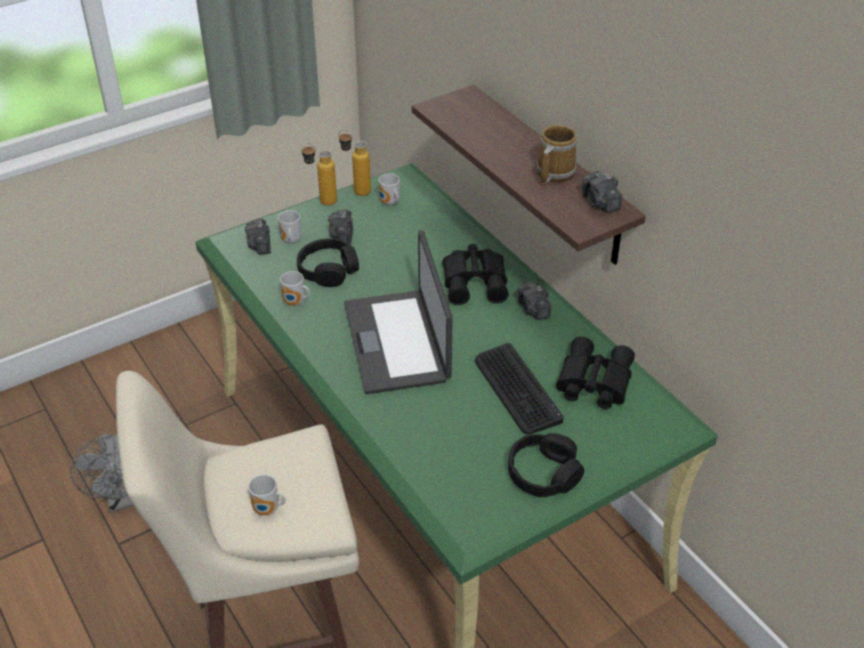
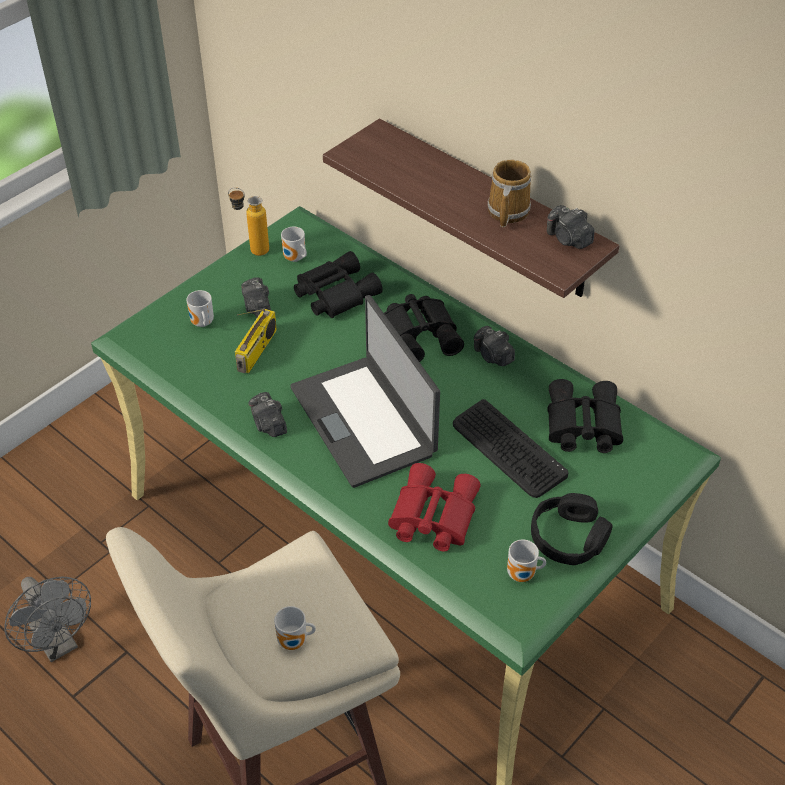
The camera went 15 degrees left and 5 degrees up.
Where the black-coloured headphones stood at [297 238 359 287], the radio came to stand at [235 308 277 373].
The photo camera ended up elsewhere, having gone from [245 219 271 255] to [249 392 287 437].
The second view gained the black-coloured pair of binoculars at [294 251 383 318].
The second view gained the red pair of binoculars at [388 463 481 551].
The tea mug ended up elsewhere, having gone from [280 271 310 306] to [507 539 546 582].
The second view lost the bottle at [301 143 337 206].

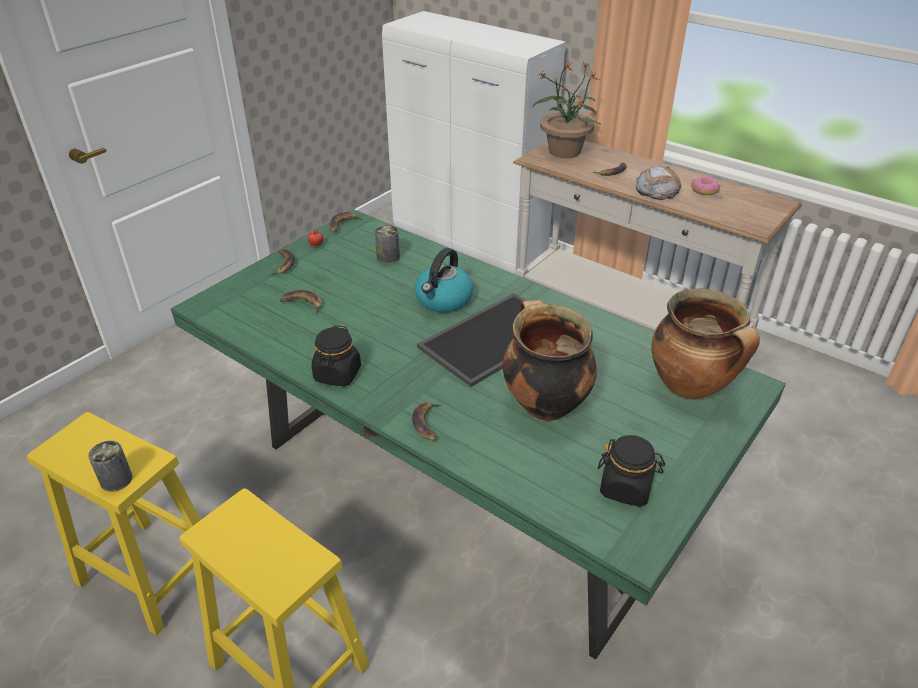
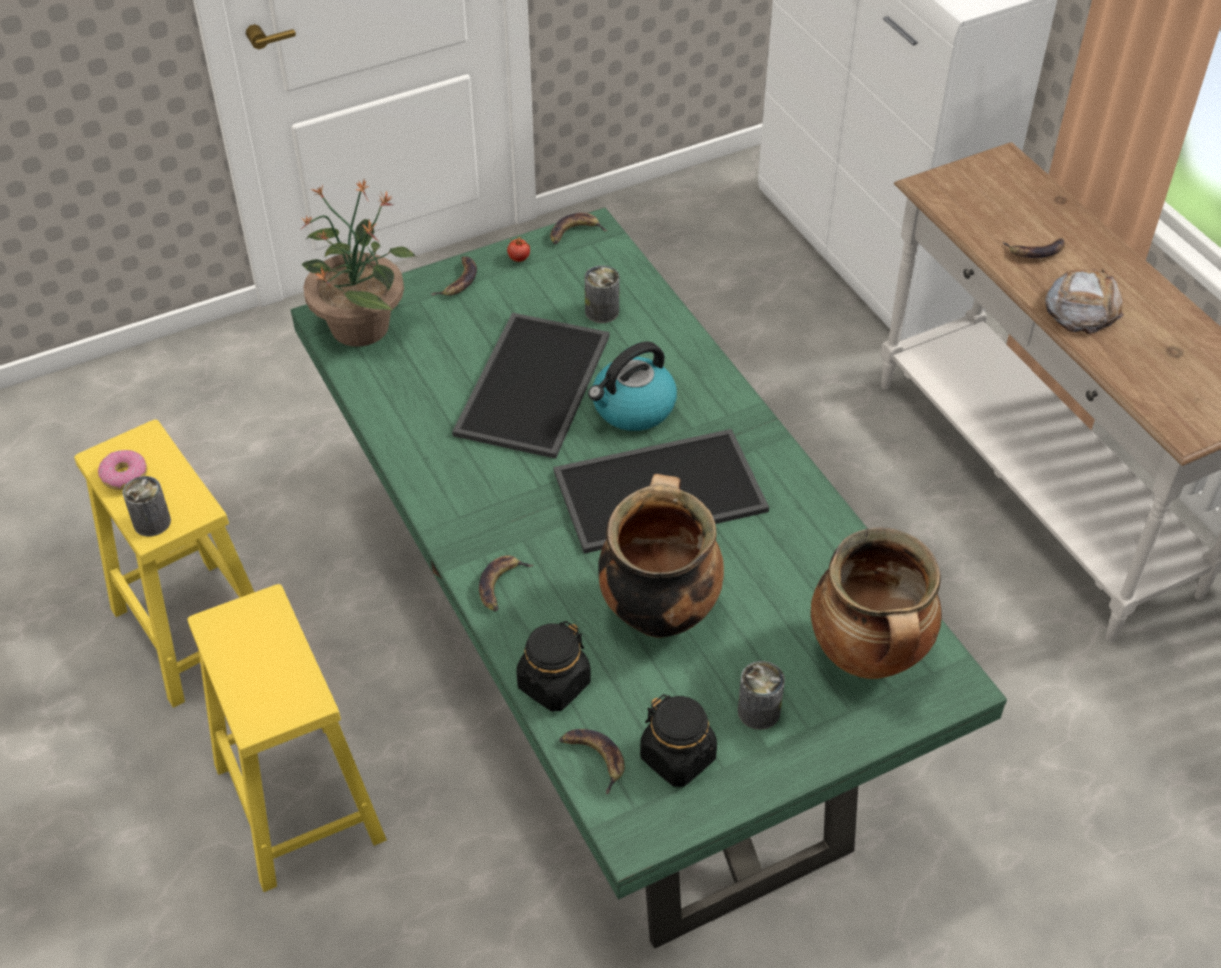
The camera went 25 degrees right and 10 degrees up.
The ring doughnut ended up elsewhere, having gone from [691 177 720 195] to [98 450 147 490].
The plant in a pot ended up elsewhere, having gone from [532 61 601 158] to [300 180 416 347].
The second view gained the carrying tray at [452 313 610 459].
The black-coloured preserve jar ended up elsewhere, having gone from [312 325 361 386] to [516 621 591 712].
The banana fruit ended up elsewhere, having gone from [280 290 322 315] to [559 729 625 794].
The second view gained the can at [738 661 785 730].

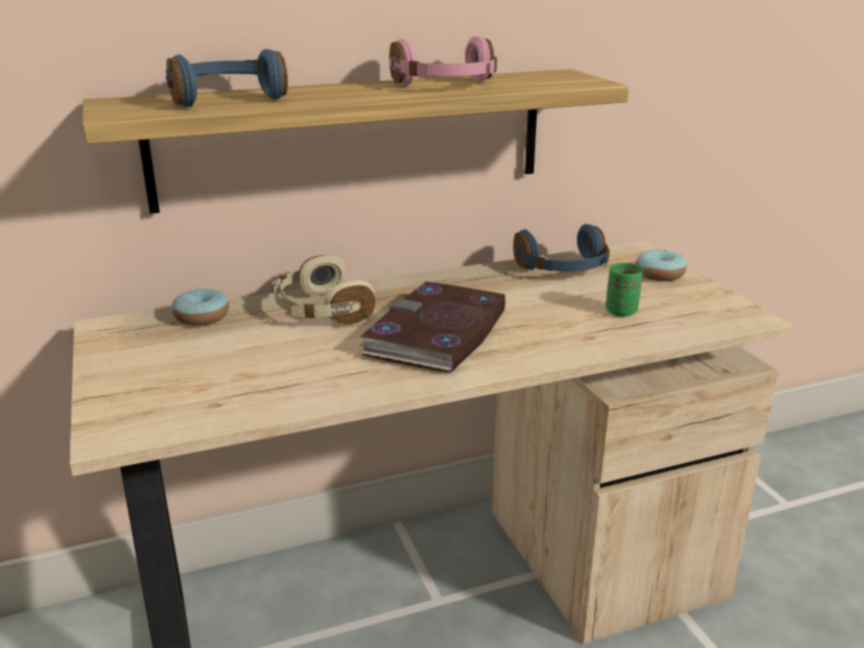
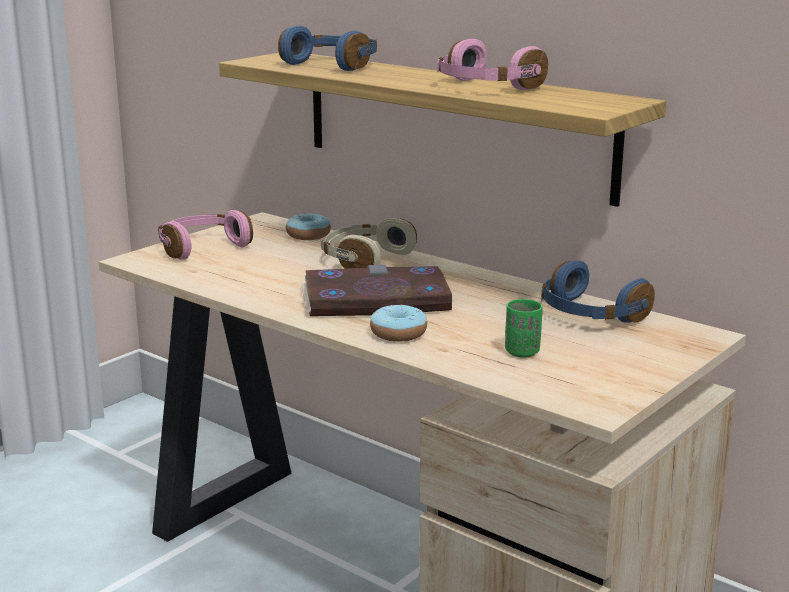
The camera went 60 degrees right and 5 degrees down.
The second view gained the pink-coloured headphones at [158 210 253 260].
The ring doughnut ended up elsewhere, having gone from [636 250 686 281] to [370 305 427 342].

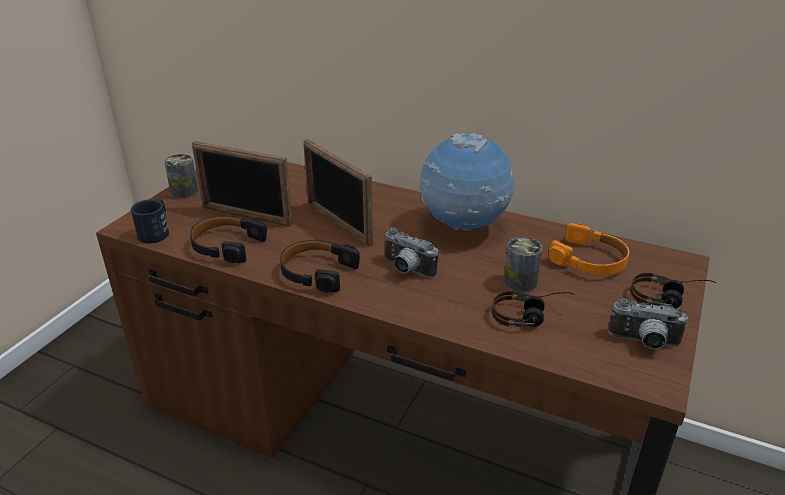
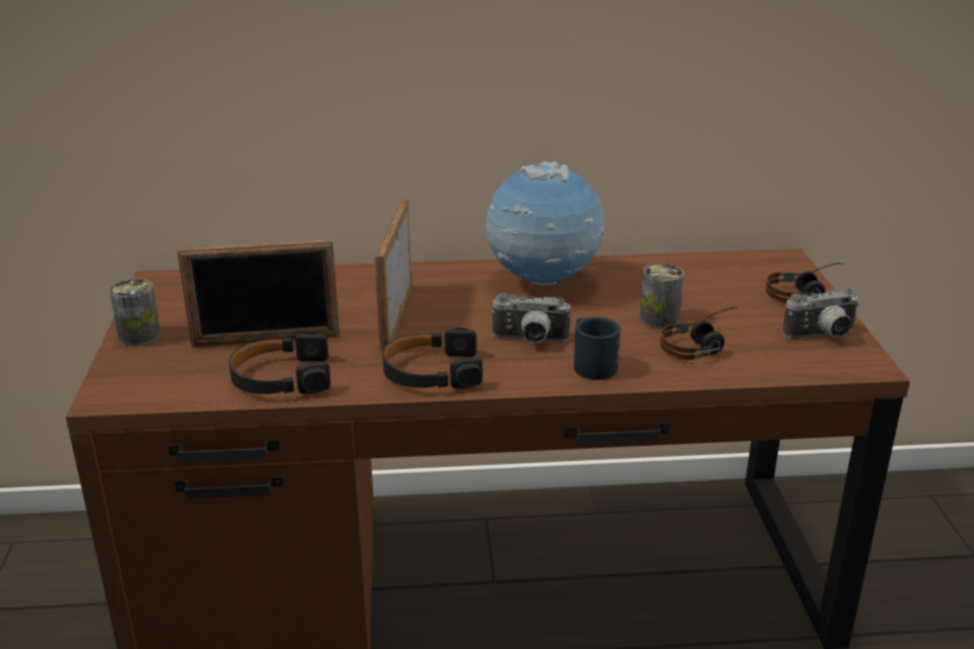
The camera went 30 degrees left and 5 degrees down.
The standing frame at [303 139 373 247] ended up facing another way, 75 degrees clockwise from before.
The black-coloured tea mug ended up elsewhere, having gone from [131 199 169 243] to [574 317 621 380].
The second view lost the orangey headphones at [549 223 629 275].

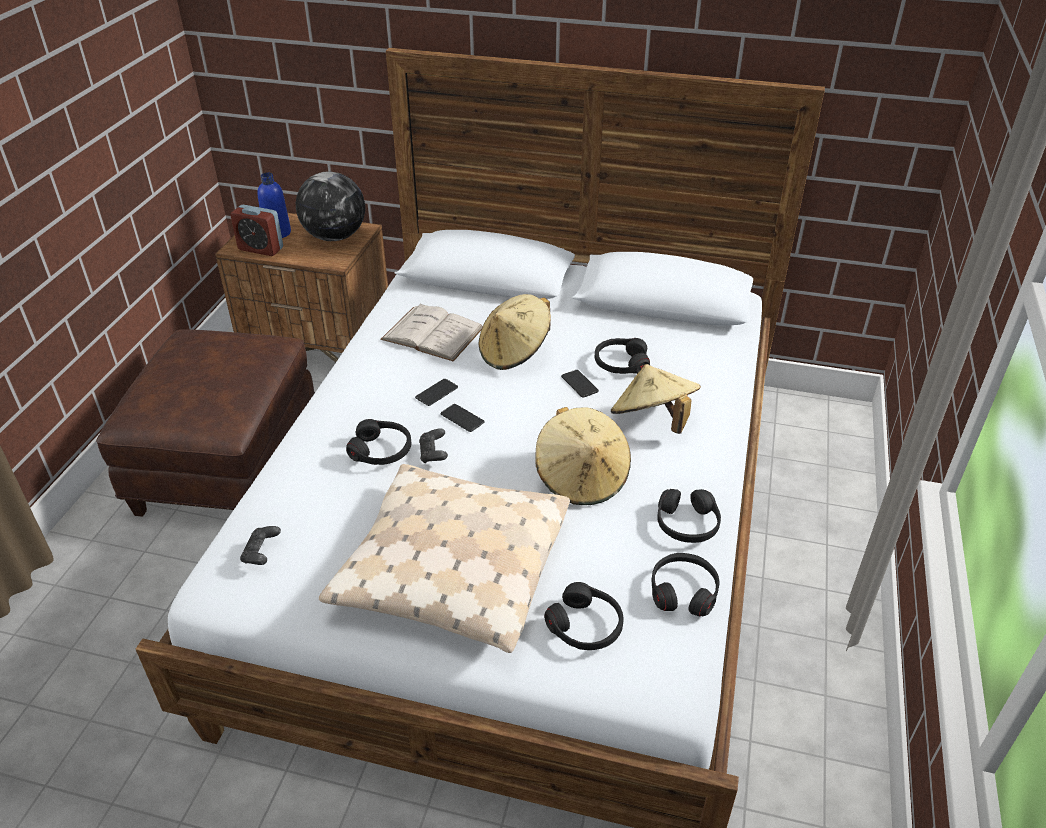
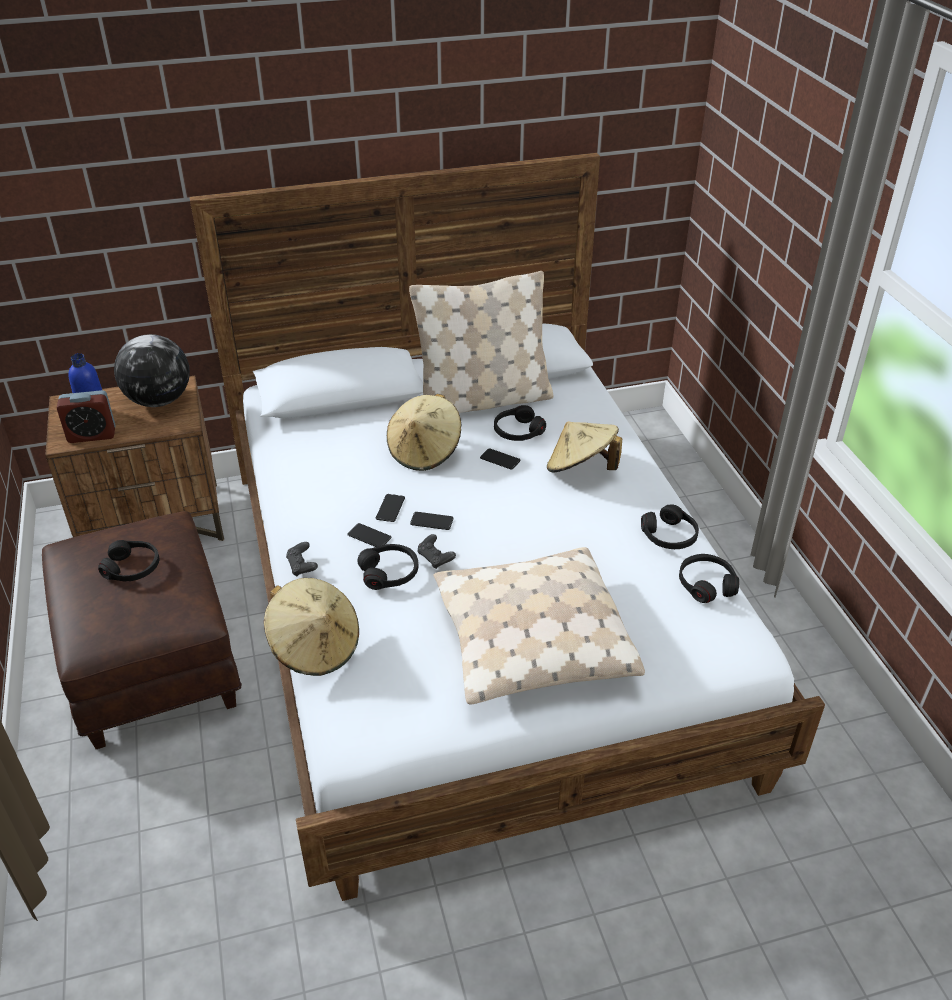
The camera went 30 degrees left and 0 degrees up.
The black-coloured headphones ended up elsewhere, having gone from [544 582 624 650] to [98 540 160 581].
The sand-coloured hat ended up elsewhere, having gone from [535 407 631 505] to [264 578 359 676].
The black-coloured joypad ended up elsewhere, having gone from [240 526 281 565] to [286 542 318 576].
The second view gained the handset at [347 523 391 547].
The second view gained the sand-coloured pillow at [409 271 553 413].
The second view lost the whitish book at [380 304 483 362].

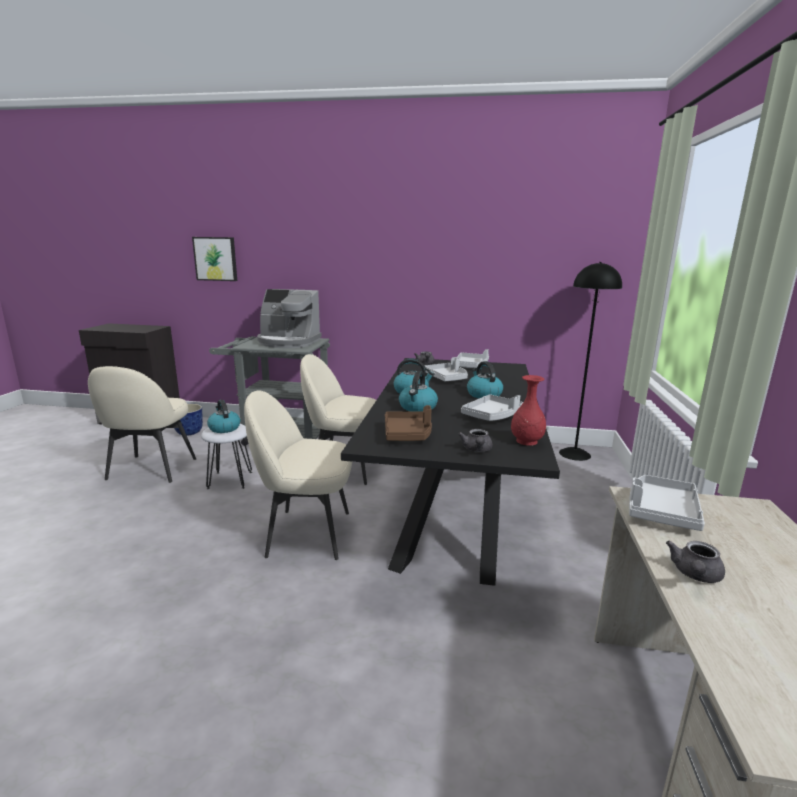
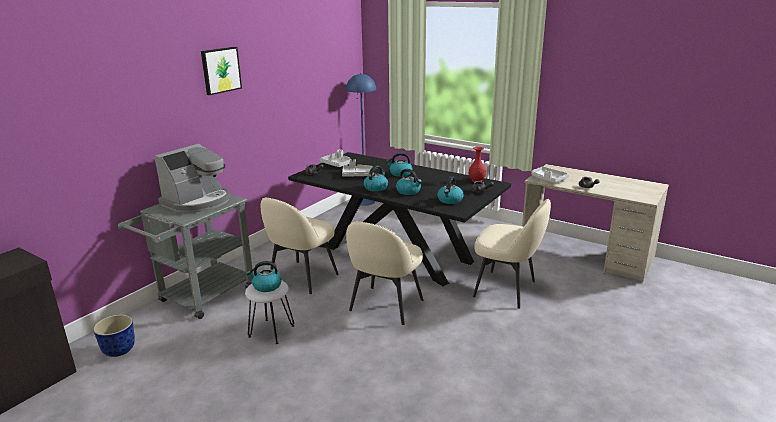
The camera went 65 degrees left and 5 degrees up.
The wall picture ended up elsewhere, having gone from [192 237 237 281] to [201 47 242 95].
What was the black-coloured standing lamp at [559 262 622 461] turned into the bluish standing lamp at [346 73 376 206].
Where the brown carrying tray stood at [385 405 432 441], the kettle came to stand at [437 176 464 204].
The sand-coloured chair ended up elsewhere, having gone from [88 366 196 483] to [473 199 551 309].
The second view lost the greyish carrying tray at [461 394 523 421].

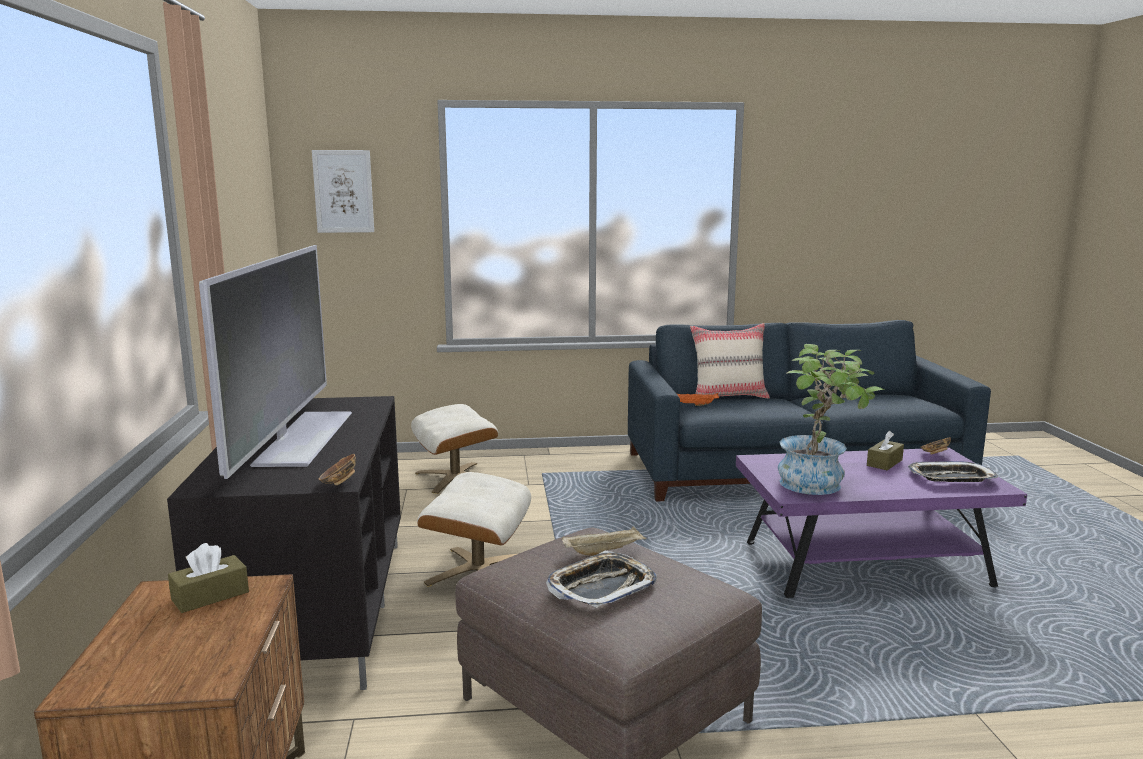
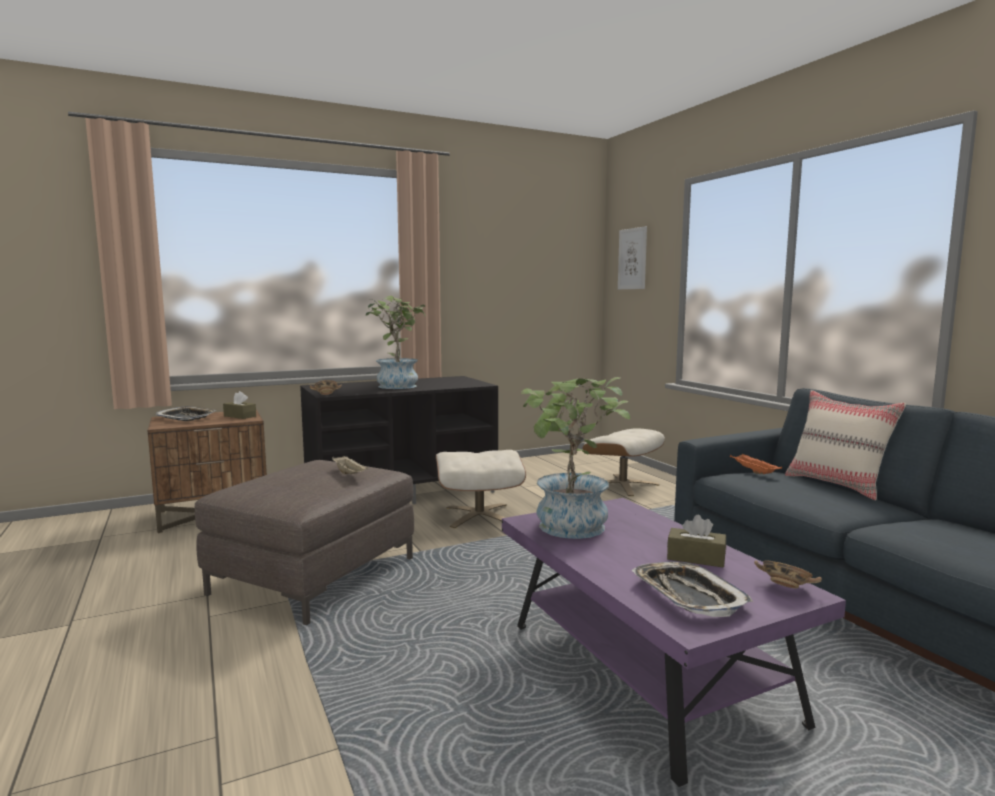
The camera went 70 degrees right and 5 degrees down.
The carrying tray ended up elsewhere, having gone from [546 551 657 608] to [155 406 216 421].
Where the TV stood at [199 245 352 479], the plant in a pot came to stand at [366 296 426 389].

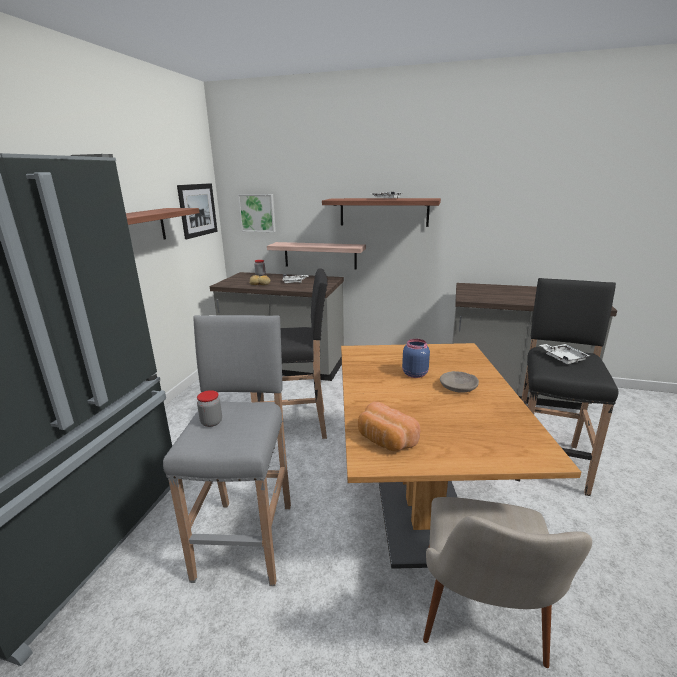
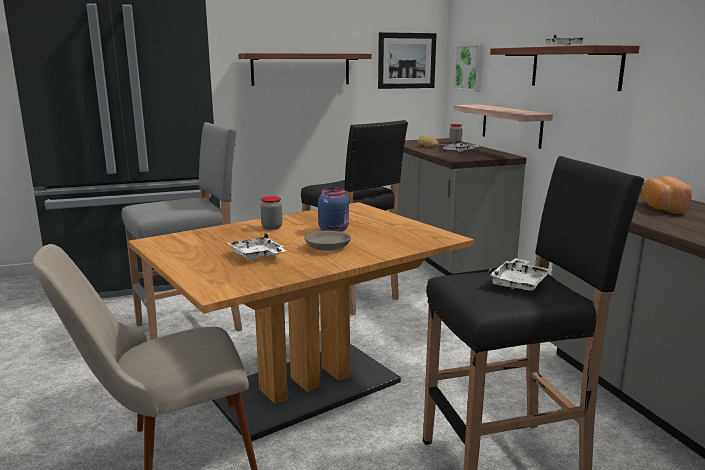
The camera went 55 degrees right and 5 degrees down.
The second view gained the whitish carrying tray at [227 233 287 260].
The preserve jar ended up elsewhere, having gone from [197 390 222 427] to [260 196 282 230].
The bakery bread ended up elsewhere, having gone from [358 402 420 451] to [641 176 692 214].

